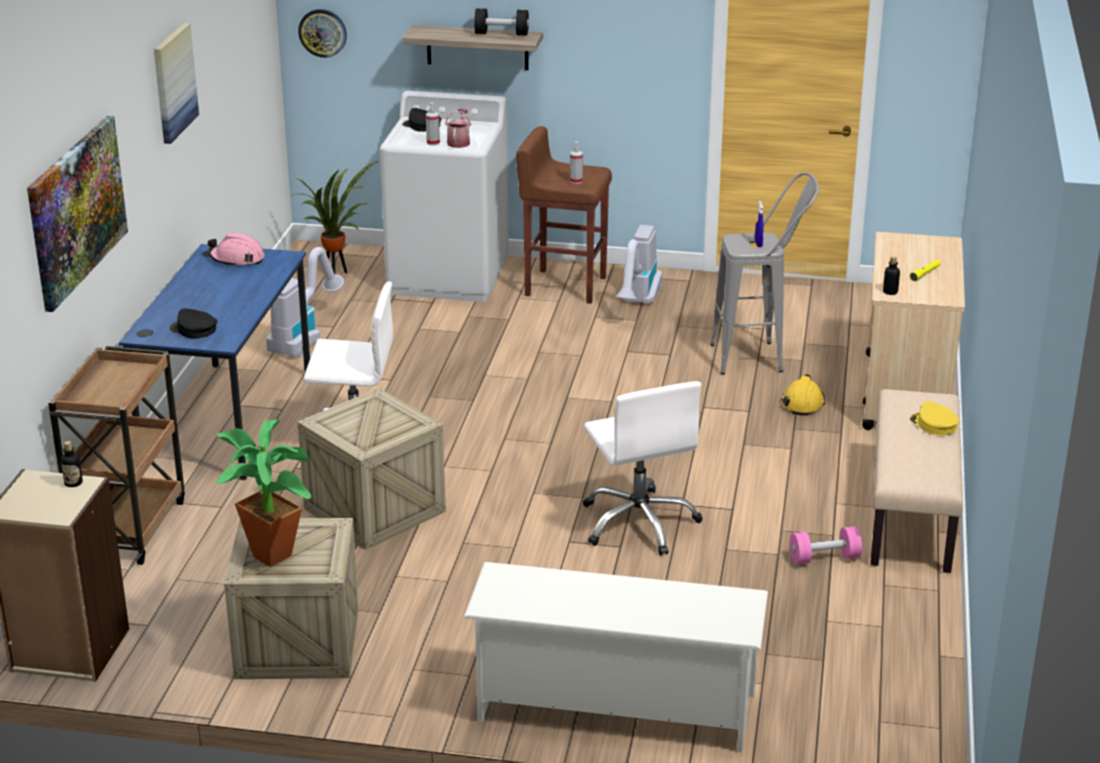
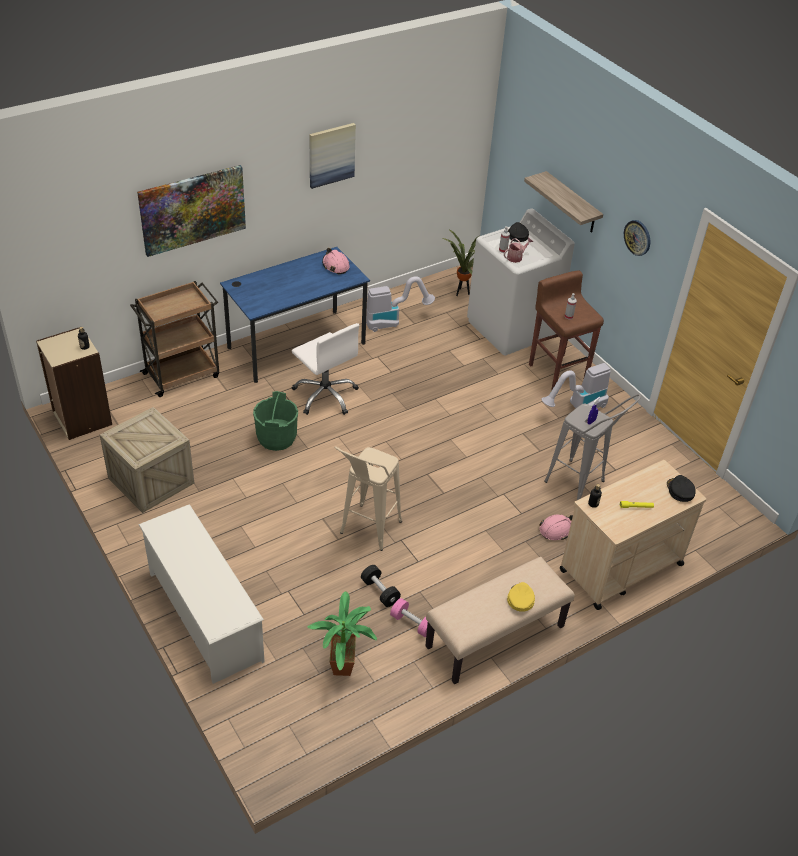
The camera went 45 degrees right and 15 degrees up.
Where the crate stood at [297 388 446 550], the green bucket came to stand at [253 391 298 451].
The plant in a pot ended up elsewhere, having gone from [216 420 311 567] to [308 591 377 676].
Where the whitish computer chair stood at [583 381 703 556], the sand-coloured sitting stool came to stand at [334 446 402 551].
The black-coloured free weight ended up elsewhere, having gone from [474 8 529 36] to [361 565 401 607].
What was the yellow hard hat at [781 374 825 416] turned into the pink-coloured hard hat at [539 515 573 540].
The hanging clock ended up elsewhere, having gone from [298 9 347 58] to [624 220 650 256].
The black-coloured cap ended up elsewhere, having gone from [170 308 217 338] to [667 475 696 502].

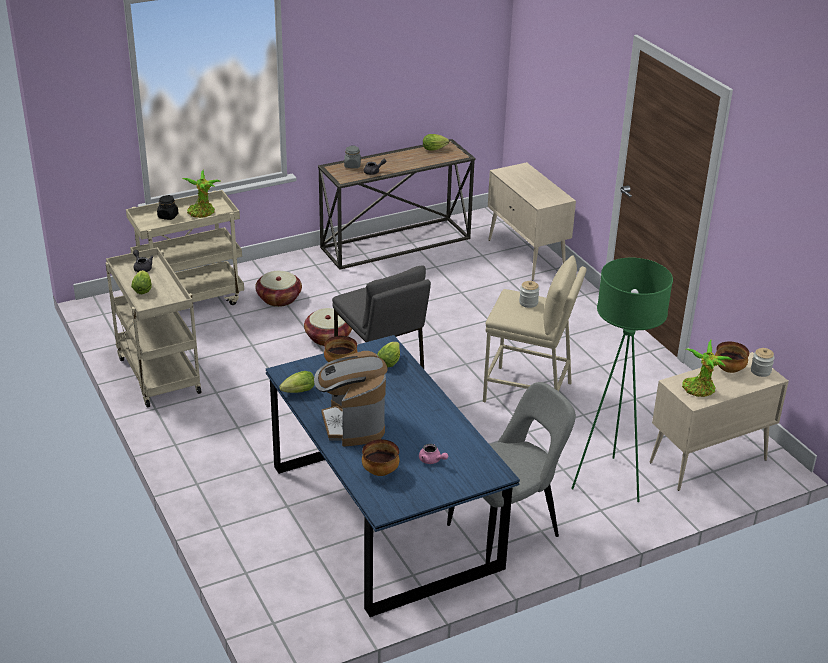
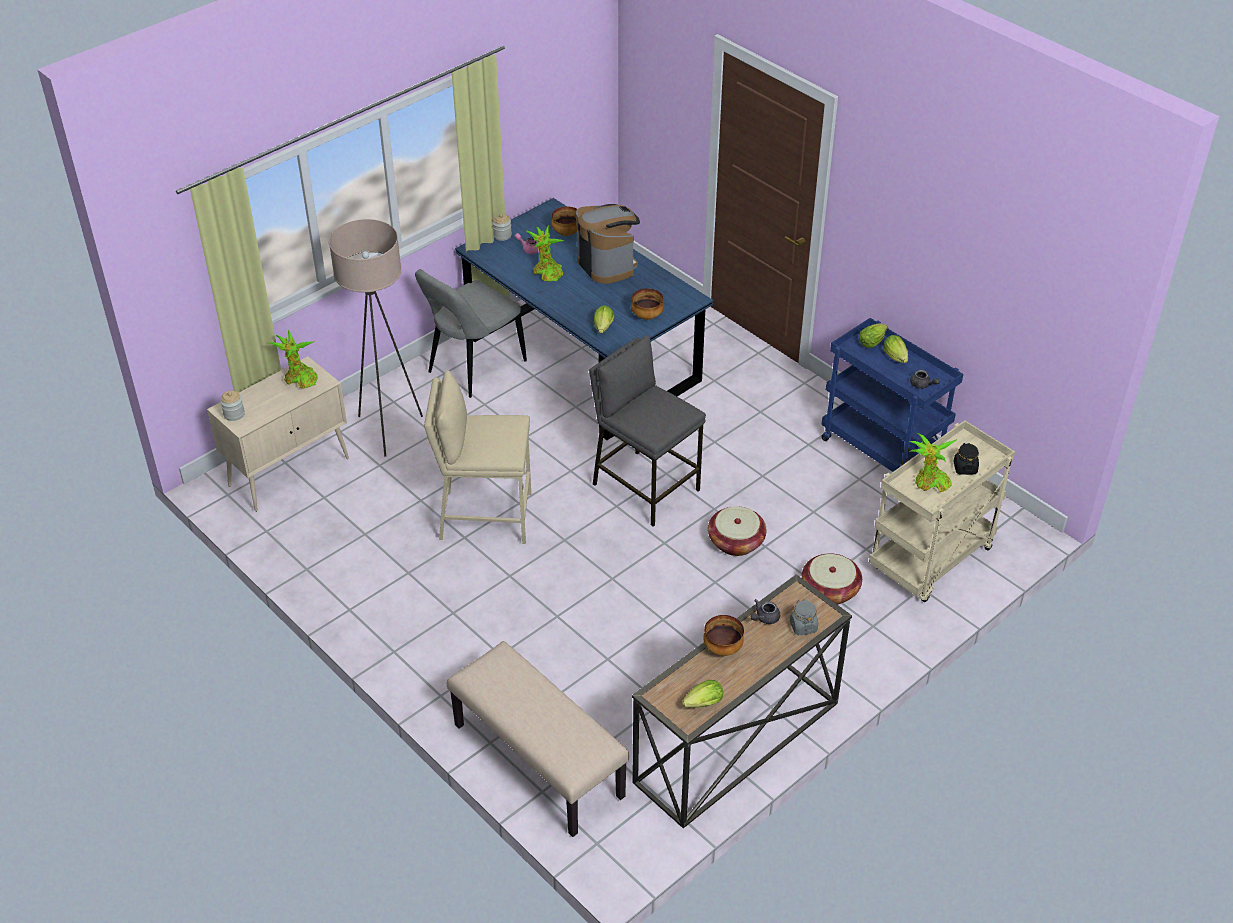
The camera went 165 degrees right and 10 degrees up.
What was the green standing lamp at [571 258 673 502] turned into the sand-coloured standing lamp at [329 219 423 457].
Where the sand-coloured cabinet stood at [488 162 576 280], the sand-coloured long seat came to stand at [447 641 629 837].
The preserve jar ended up elsewhere, having gone from [519 281 539 308] to [493 214 512 241].
The second view gained the plant in a pot at [526 225 565 282].
The serving bowl ended up elsewhere, having gone from [715 341 749 373] to [703 615 744 656].
What was the sand-coloured trolley at [106 247 201 407] turned into the bluish trolley at [821 318 963 472].
The lettuce head ended up elsewhere, having gone from [279 371 314 393] to [859 323 887 348].

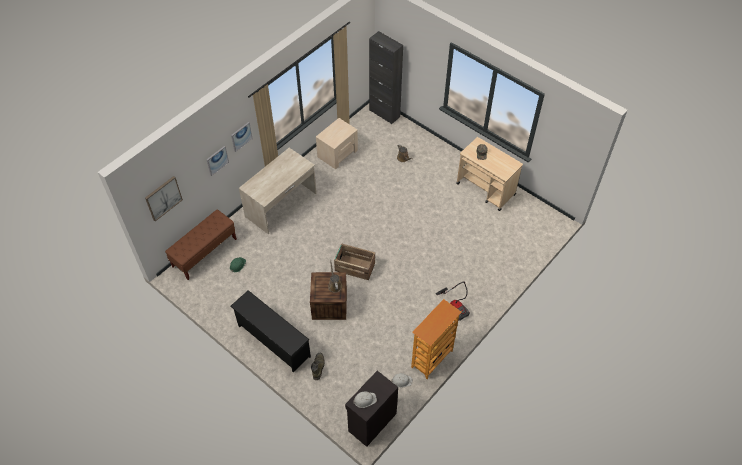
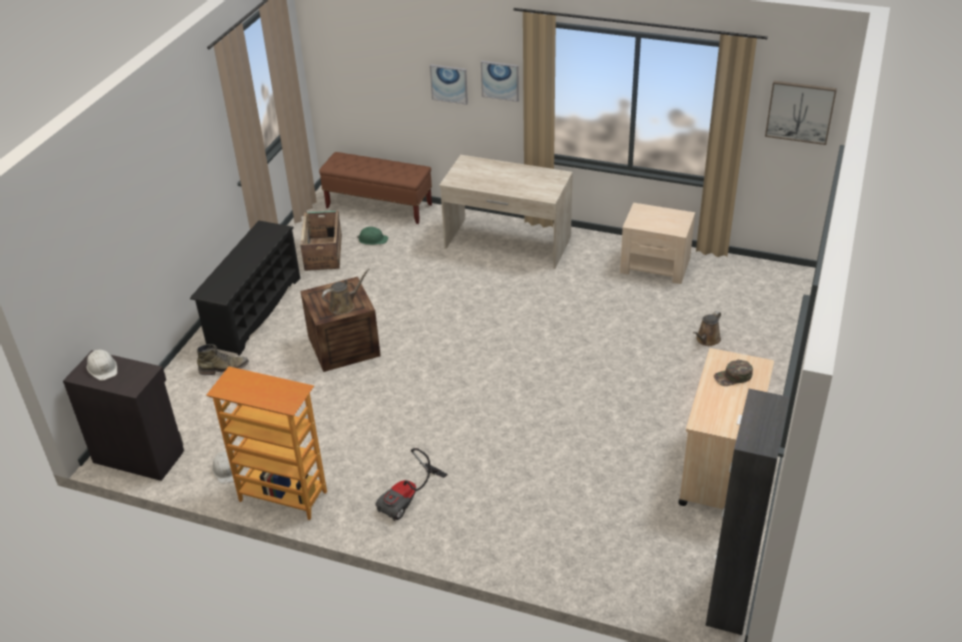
The camera went 70 degrees right and 15 degrees down.
The crate ended up elsewhere, having gone from [334 243 375 280] to [300 211 342 271].
The black-coloured cabinet ended up elsewhere, having gone from [369 31 403 124] to [706 389 789 635].
The wall picture ended up elsewhere, having gone from [145 176 183 221] to [765 81 837 145].

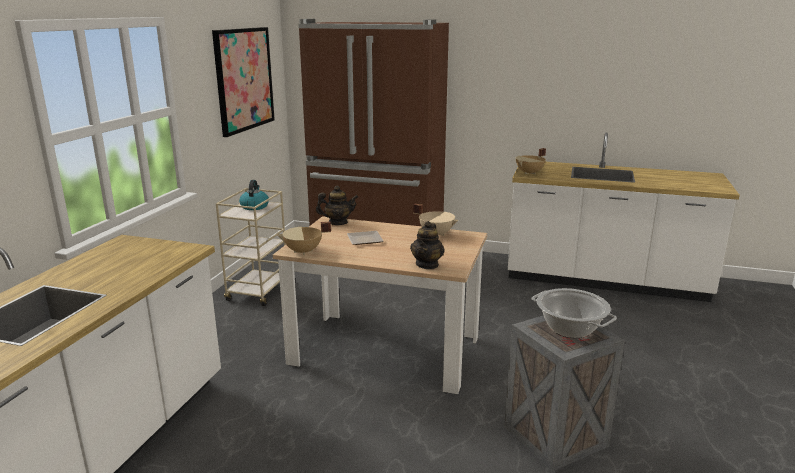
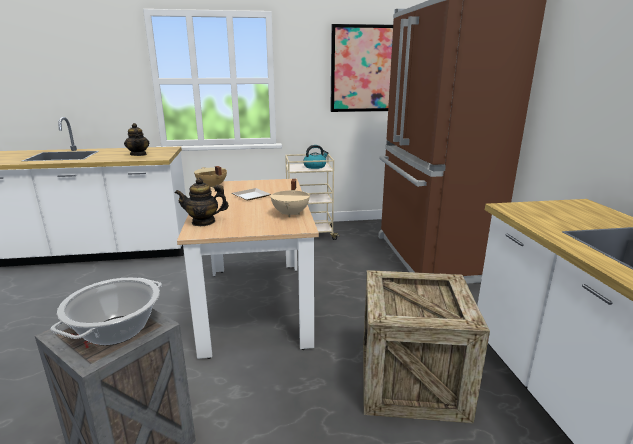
The camera went 65 degrees right and 0 degrees up.
The teapot ended up elsewhere, having gone from [316 185 358 225] to [124 123 149 156].
The second view gained the crate at [363 270 490 424].
The second view lost the sand-coloured stockpot at [516 148 546 175].

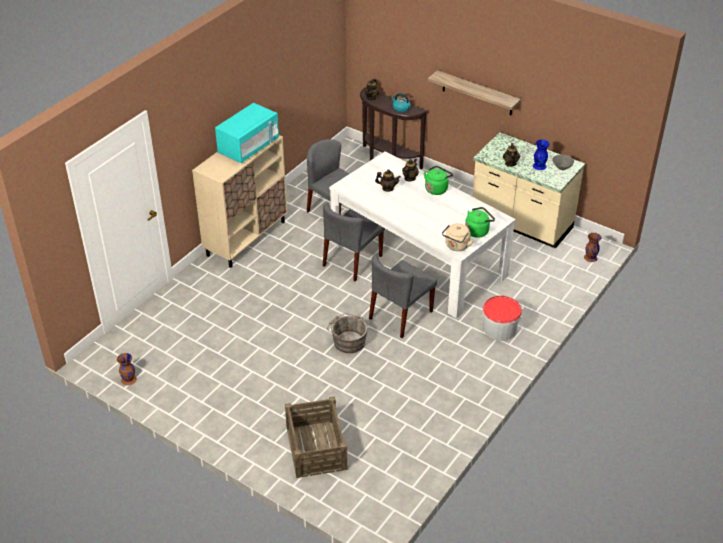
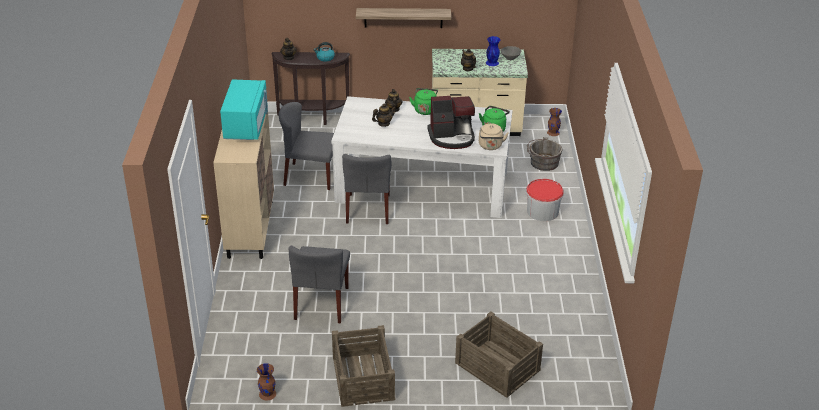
The camera went 35 degrees left and 5 degrees down.
The greyish chair ended up elsewhere, having gone from [369 255 437 338] to [289 246 350 323].
The second view gained the crate at [332 325 395 407].
The second view gained the coffee machine at [427 96 475 149].
The greyish bucket ended up elsewhere, having gone from [327 313 368 353] to [527 137 562 171].

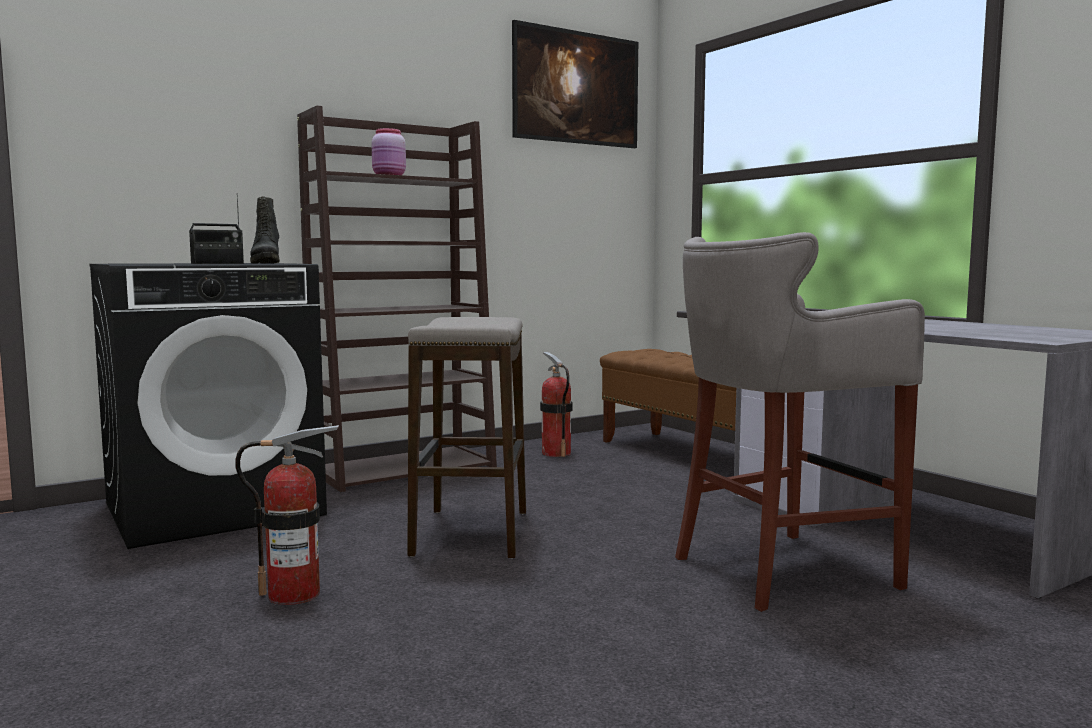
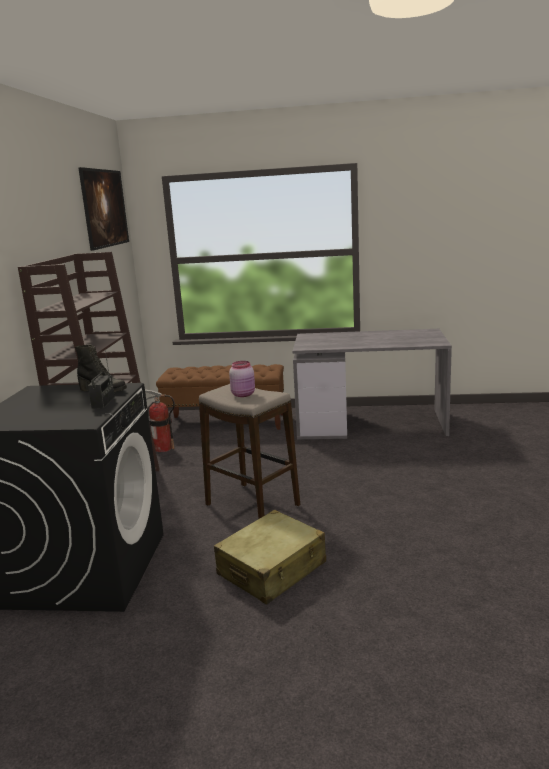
The camera went 50 degrees left and 10 degrees up.
Where the fire-fighting cylinder stood at [235 425 339 605], the sand-coloured travel case came to stand at [214 510 326 605].
The pink-coloured preserve jar ended up elsewhere, having gone from [372 128 406 175] to [229 361 255 397].
The second view lost the greyish sitting stool at [675 232 925 612].

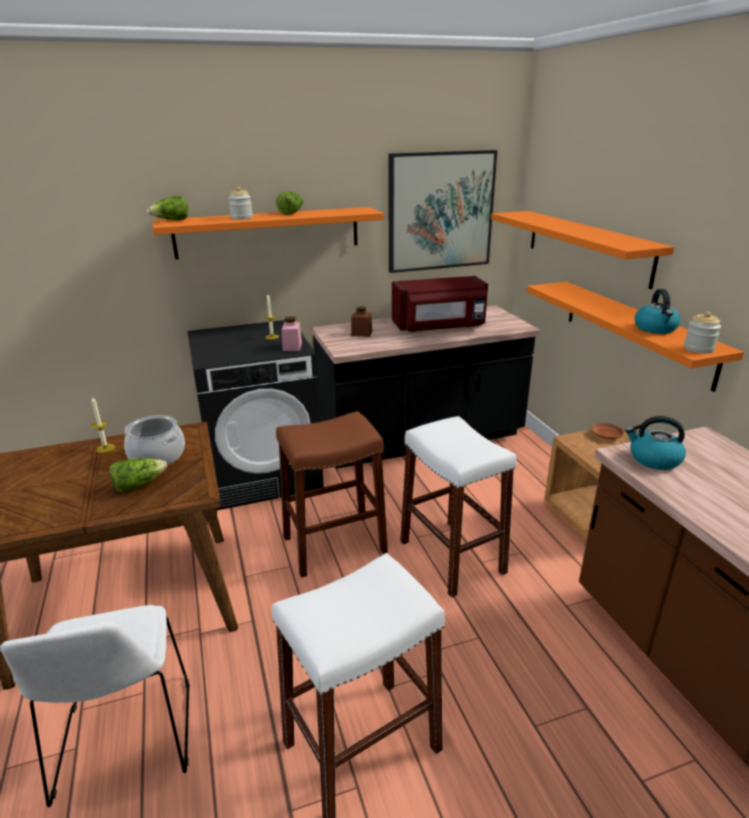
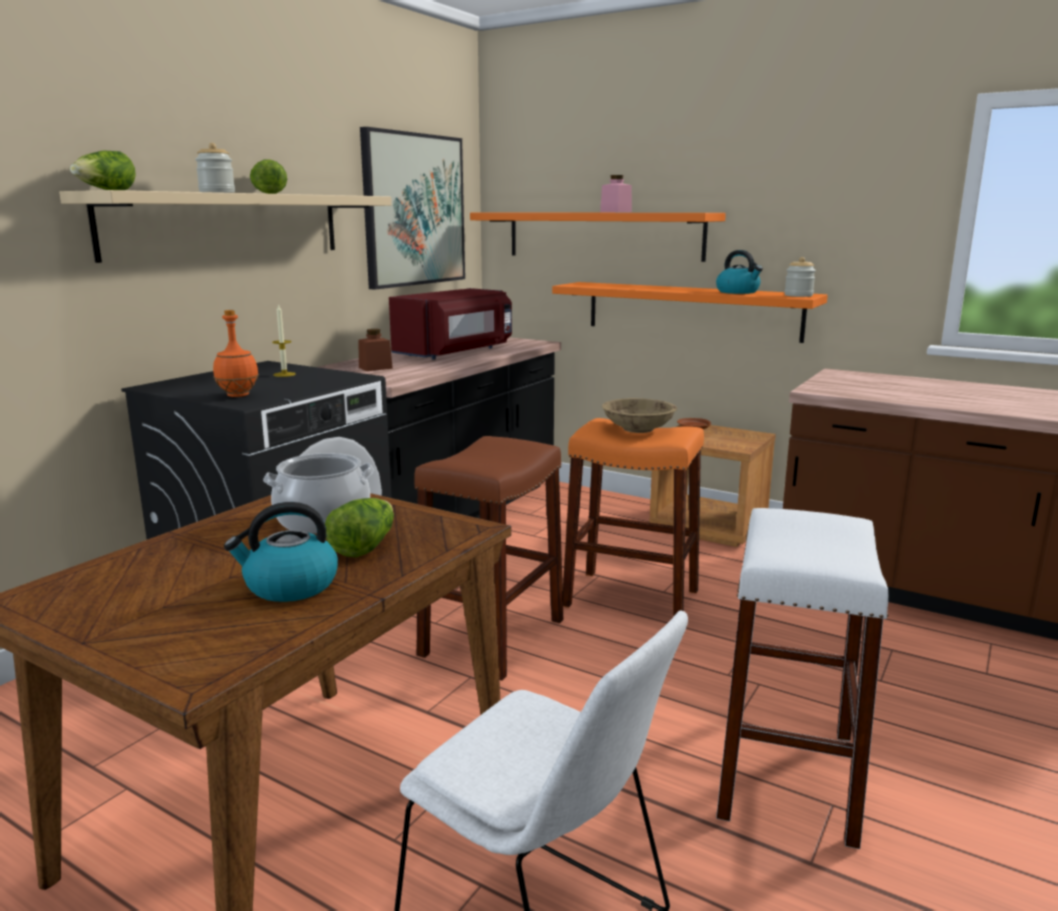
The camera went 40 degrees left and 10 degrees down.
What was the orangey bracket shelf at [153 207 384 259] turned into the sand-coloured bracket shelf at [59 190 392 263].
The second view gained the orangey bottle at [213 310 259 397].
The kettle ended up elsewhere, having gone from [625 416 686 470] to [224 502 338 602].
What was the whitish sitting stool at [400 416 517 598] turned into the orangey sitting stool at [563 418 704 617].
The pink-coloured preserve jar ended up elsewhere, having gone from [282 316 302 351] to [600 175 632 212].
The second view gained the sand-coloured serving bowl at [602 398 677 433].
The second view lost the candle at [91 396 115 453].

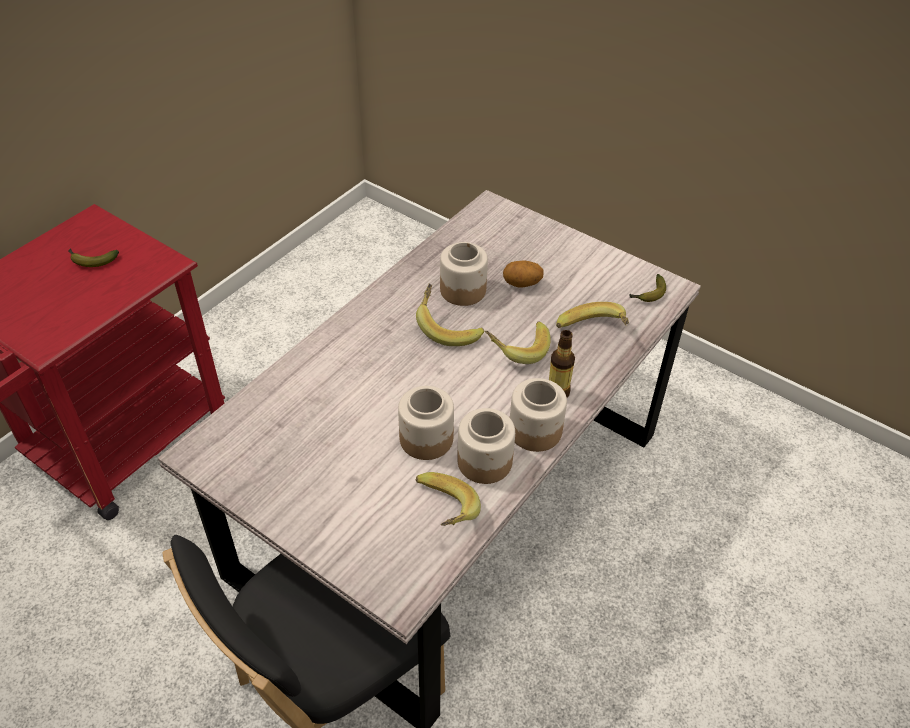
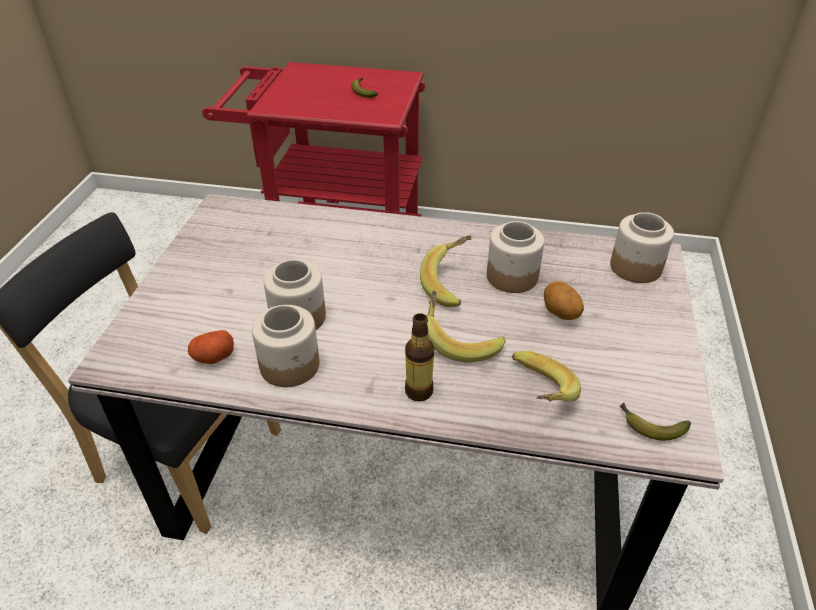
The camera went 65 degrees right and 5 degrees down.
Where the banana fruit stood at [416 472 481 526], the spud came to stand at [188 330 234 364].
The preserve jar ended up elsewhere, having gone from [510 378 567 452] to [610 212 674 283].

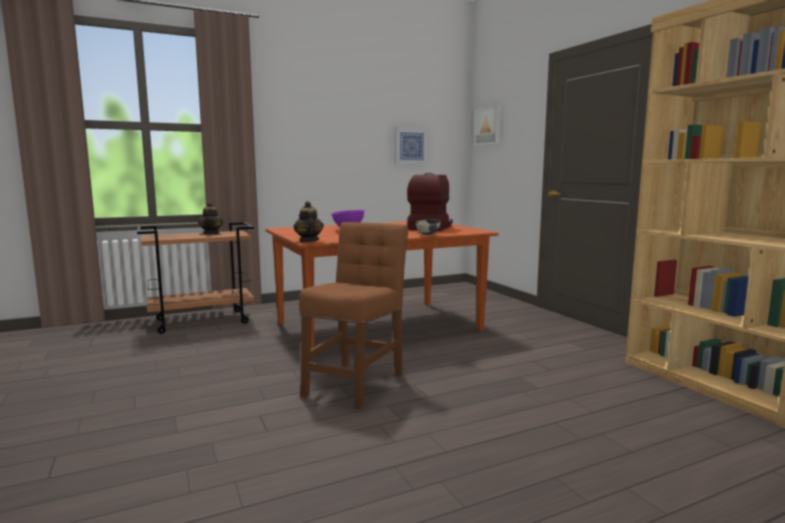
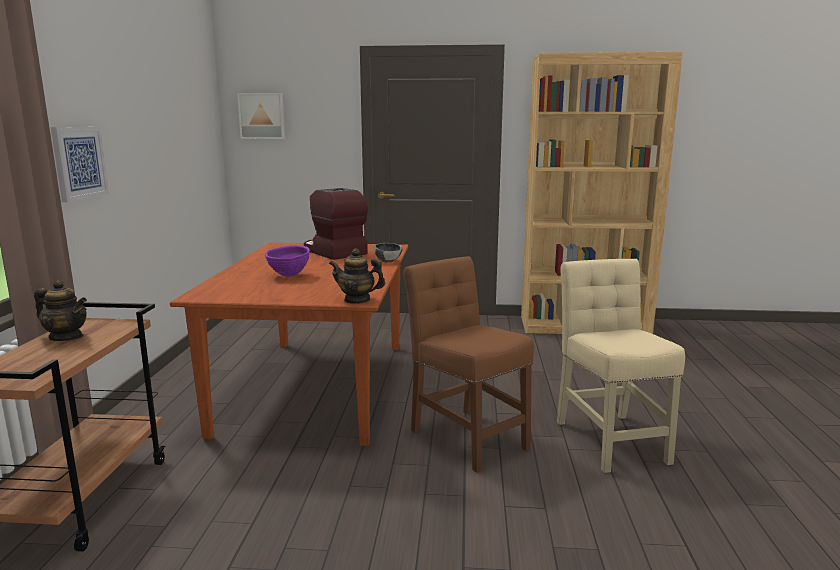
The camera went 60 degrees left and 5 degrees up.
The wall picture ended up elsewhere, having gone from [395 127 428 165] to [51 127 109 202].
The second view gained the sand-coloured chair at [557 259 685 473].

